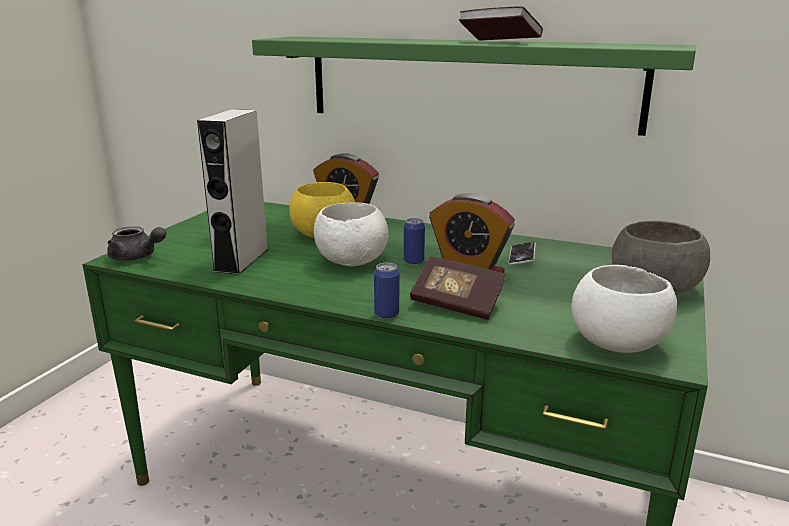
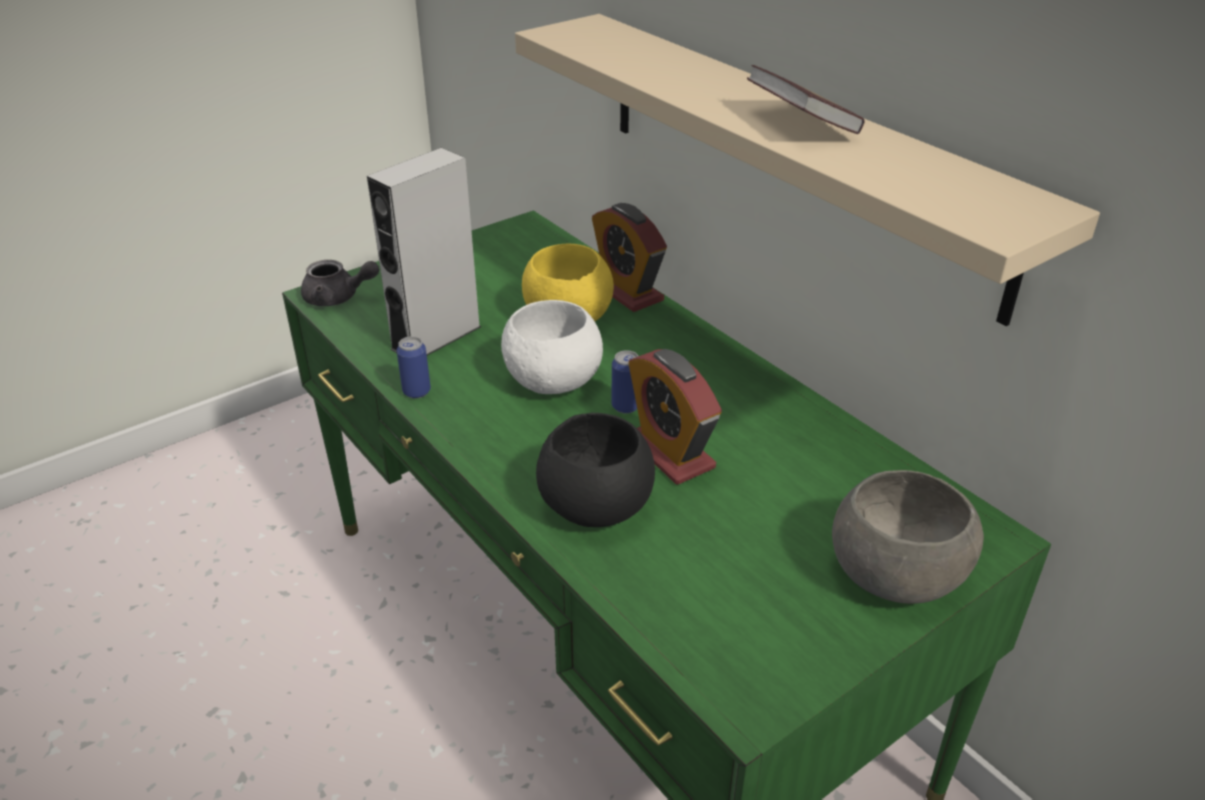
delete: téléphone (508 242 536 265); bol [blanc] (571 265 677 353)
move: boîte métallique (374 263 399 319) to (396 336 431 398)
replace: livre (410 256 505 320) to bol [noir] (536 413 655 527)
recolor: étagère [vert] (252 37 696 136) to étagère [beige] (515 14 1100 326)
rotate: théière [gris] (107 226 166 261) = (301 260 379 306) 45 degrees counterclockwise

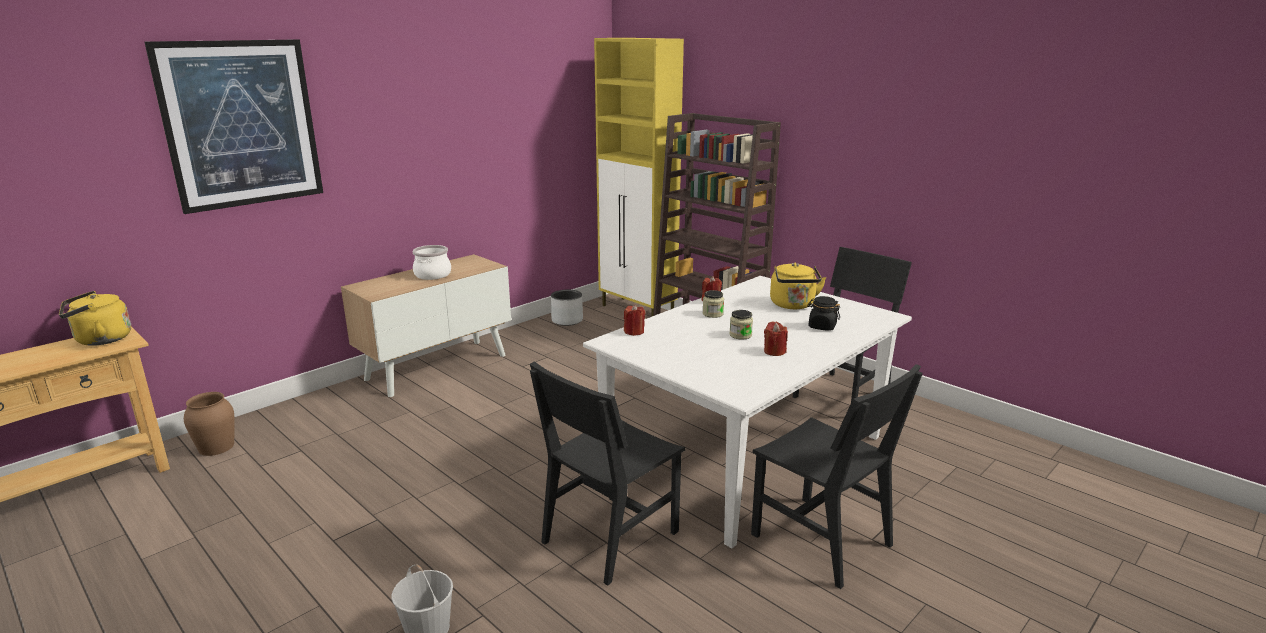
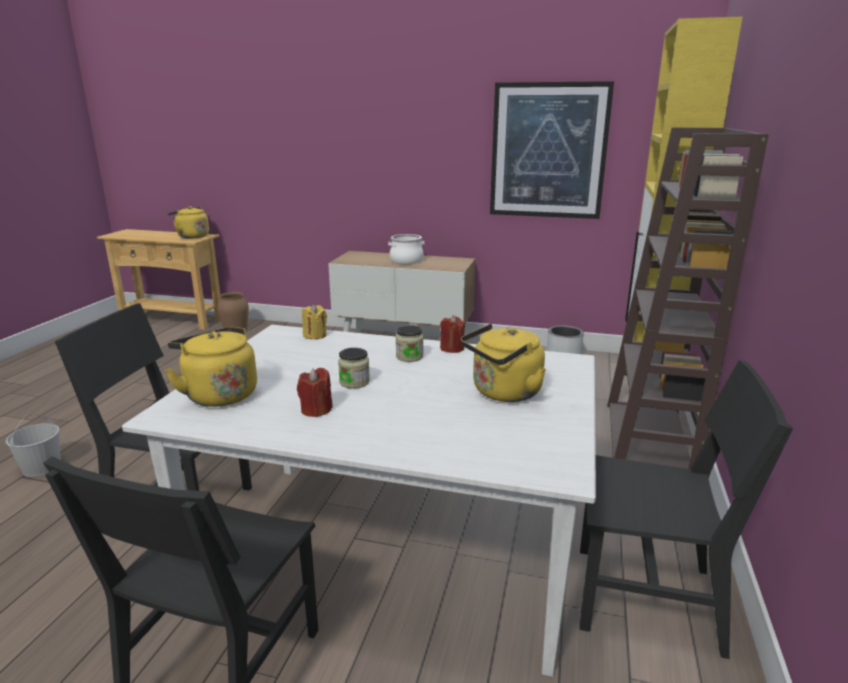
delete: bocal [noir] (807 296 840 331)
insert: bouilloire [jaune] (165 327 257 407)
move: tableau (144 39 323 214) to (490 81 614 219)
recolor: bougie [rouge] (624 304 646 336) to bougie [jaune] (302 304 327 339)

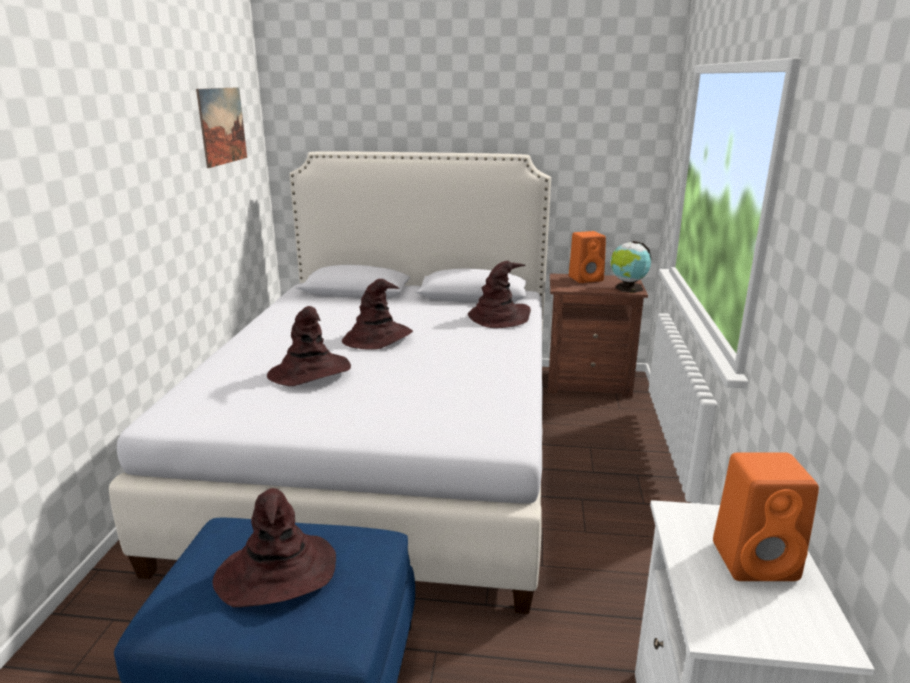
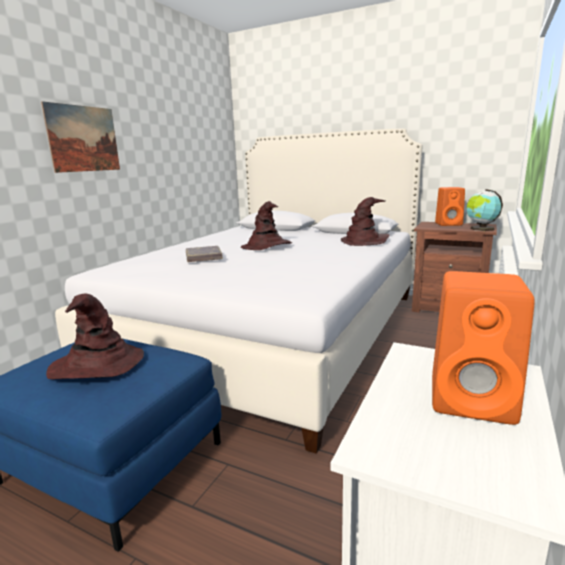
move: tableau (196 87 247 168) to (41 101 120 173)
replace: chapeau [marron] (267 306 351 386) to livre [gris] (186 246 223 262)

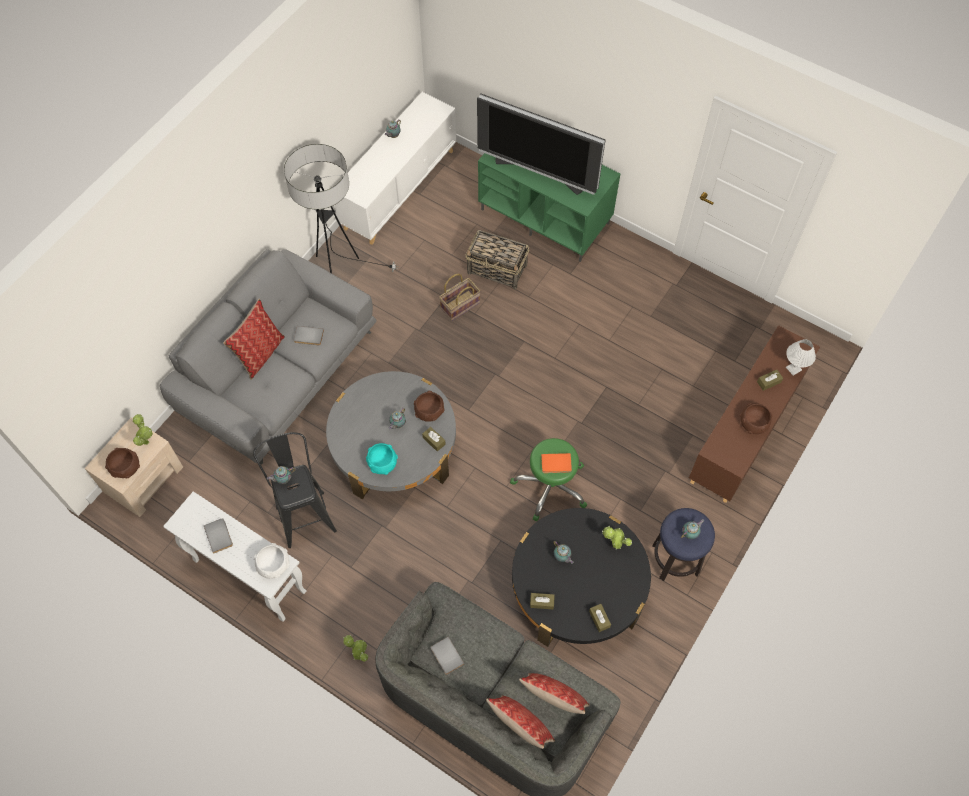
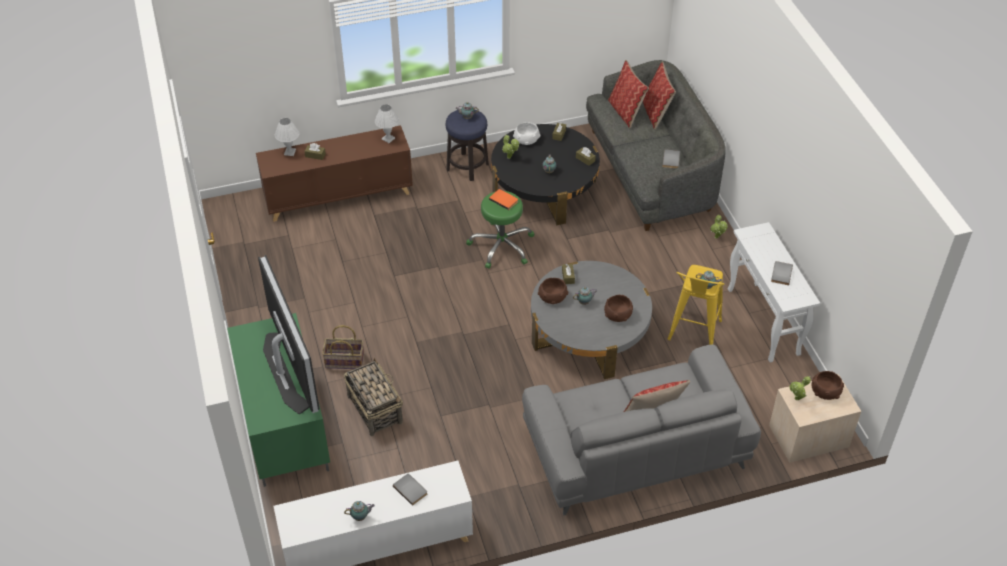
delete: lampadaire (284 144 399 274); bol [turquoise] (366 443 398 475)
insert: lampe de table [blanc] (375 104 399 143)
move: panier (439 273 481 321) to (322 325 364 369); livre [gris] (294 326 324 345) to (393 474 427 506); bol [blanc] (254 543 290 579) to (513 123 540 145); bol [marron] (740 403 773 434) to (604 295 633 322)
recolor: tabouret [noir] (253 432 337 548) to tabouret [jaune] (668 265 724 345)

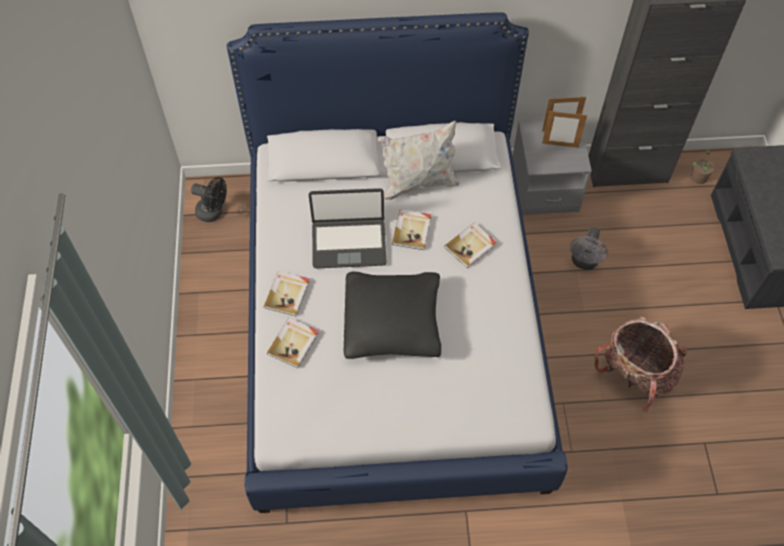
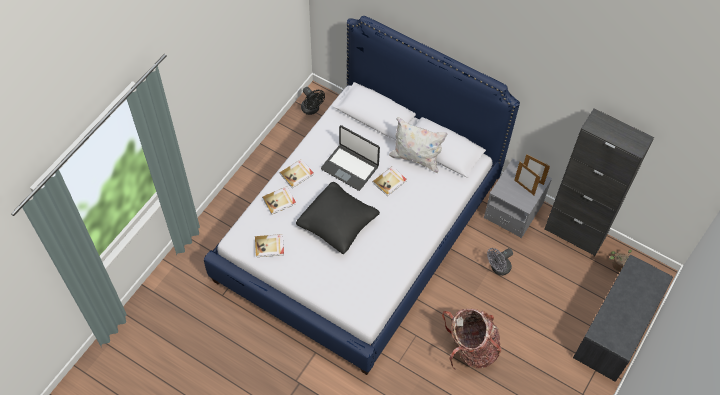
move: livre (444 223 497 268) to (255 234 284 257)

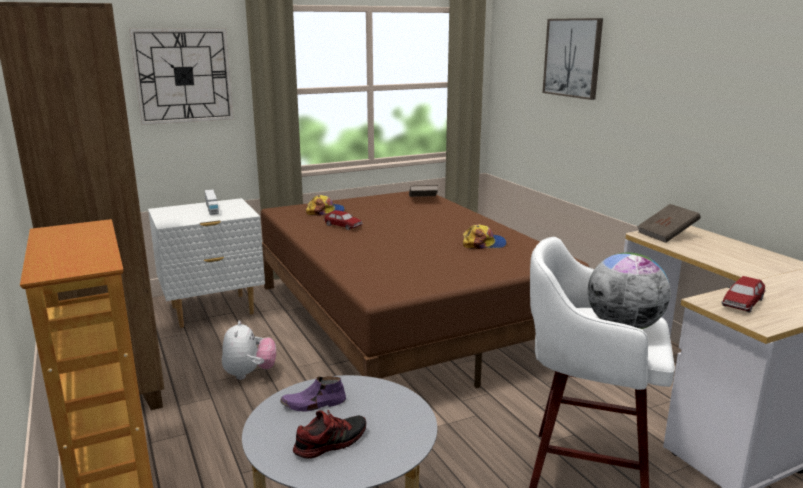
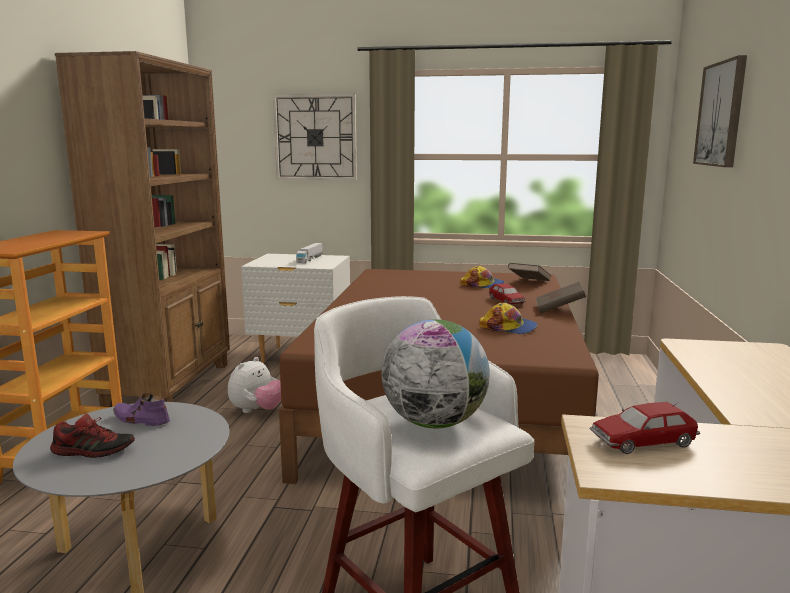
move: casquette (306 195 345 216) to (460 266 505 289); petite voiture (324 210 363 230) to (489 283 526 304); livre [marron] (637 204 700 243) to (536 282 586 314)

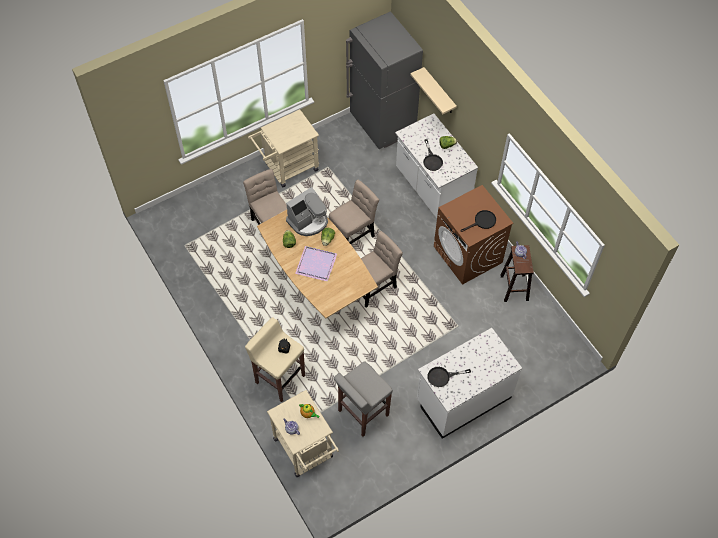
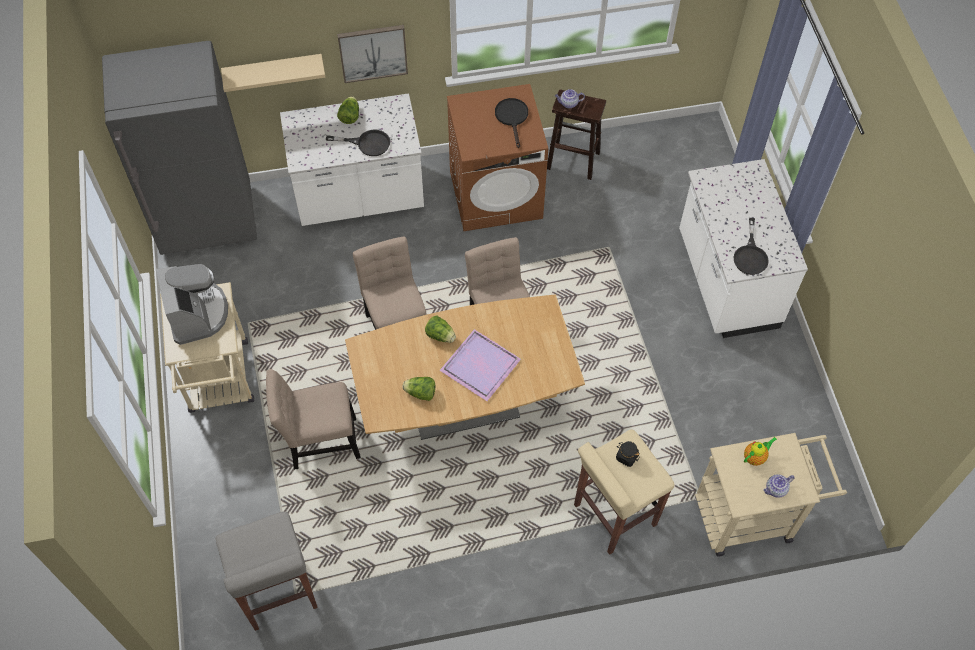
insert: tableau (337 25 408 83)
move: machine à café (286 187 328 236) to (156 264 228 345); tabouret [gris] (334 361 393 437) to (215 512 318 631)

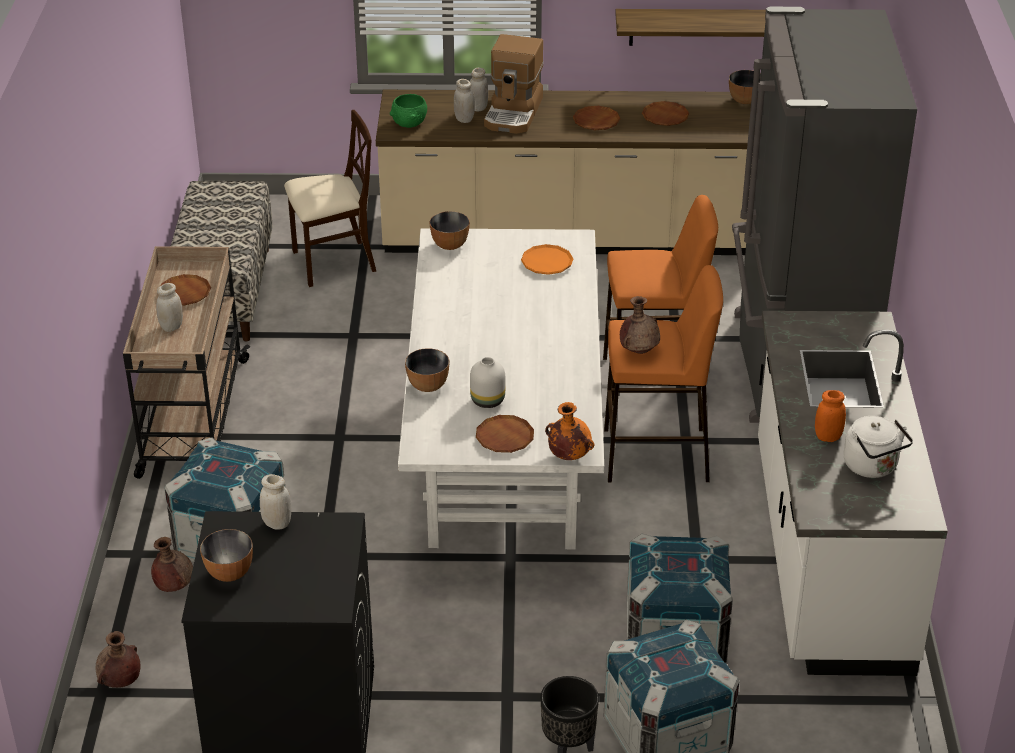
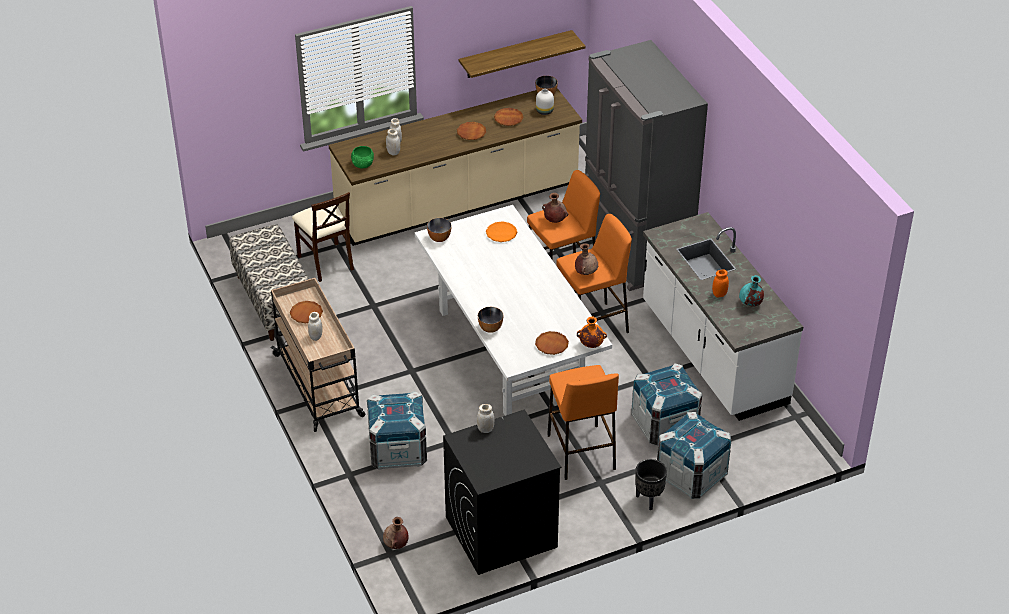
delete: bol (200 529 253 582); machine à café (484 34 544 134)
insert: tabouret [orange] (547 365 619 480)
move: vase [blanc] (470 357 505 408) to (536 89 554 115); vase [marron] (151 537 193 592) to (542 193 568 223)
replace: bouilloire [blanc] (843 416 913 478) to vase [turquoise] (739 275 764 306)
rotate: chaise [beige] (284 110 376 287) = (292 192 354 282) 105 degrees clockwise

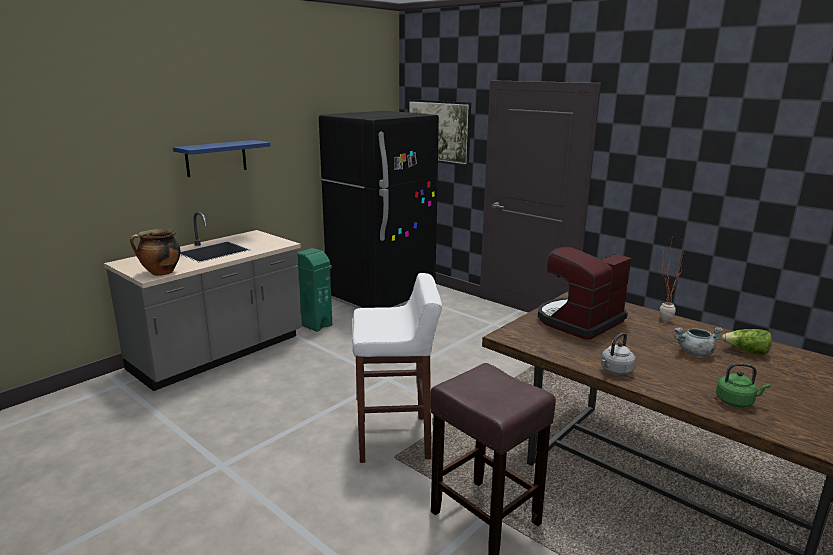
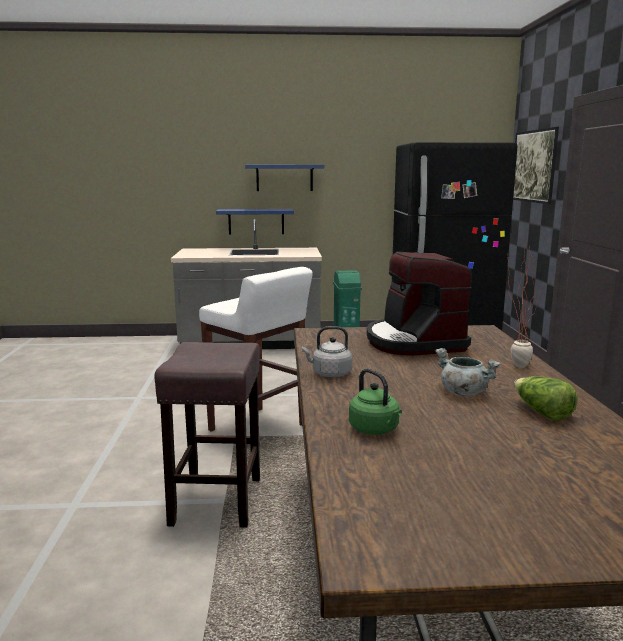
delete: marmite (130 229 180 276)
insert: étagère [bleu] (216 209 294 235)
rotate: machine à café (538 247 632 340) = (367 251 471 356) 105 degrees counterclockwise

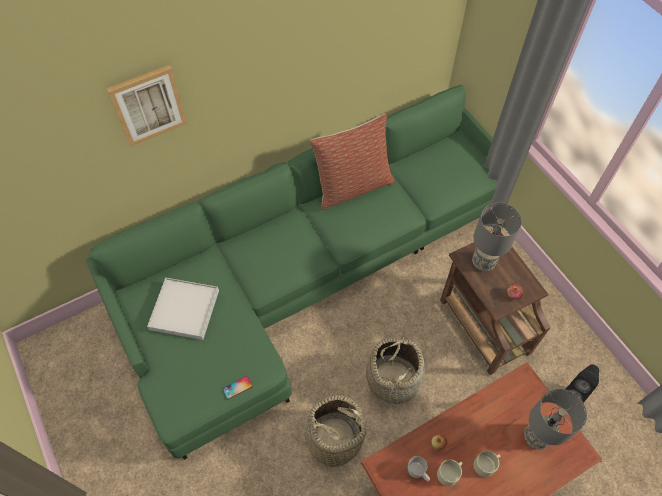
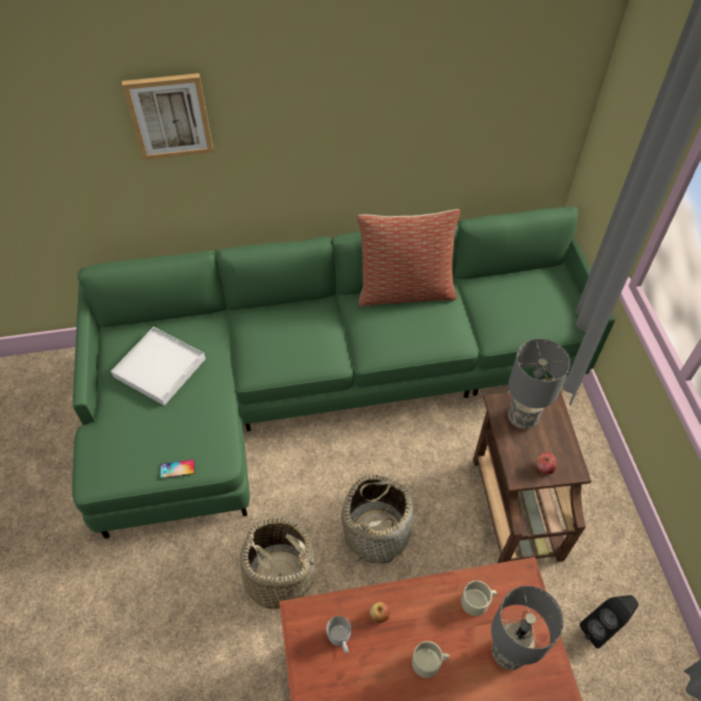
move: mug [beige] (437 459 463 486) to (461 581 497 616)

